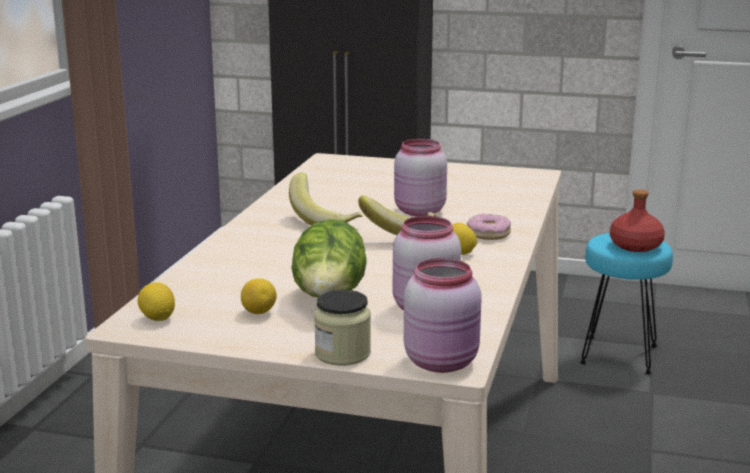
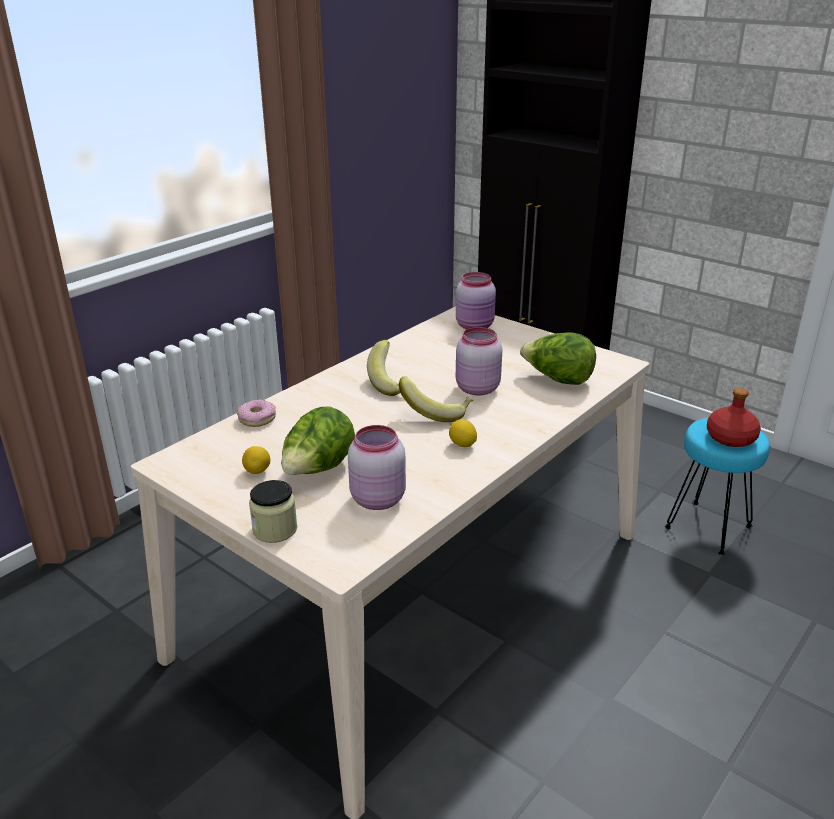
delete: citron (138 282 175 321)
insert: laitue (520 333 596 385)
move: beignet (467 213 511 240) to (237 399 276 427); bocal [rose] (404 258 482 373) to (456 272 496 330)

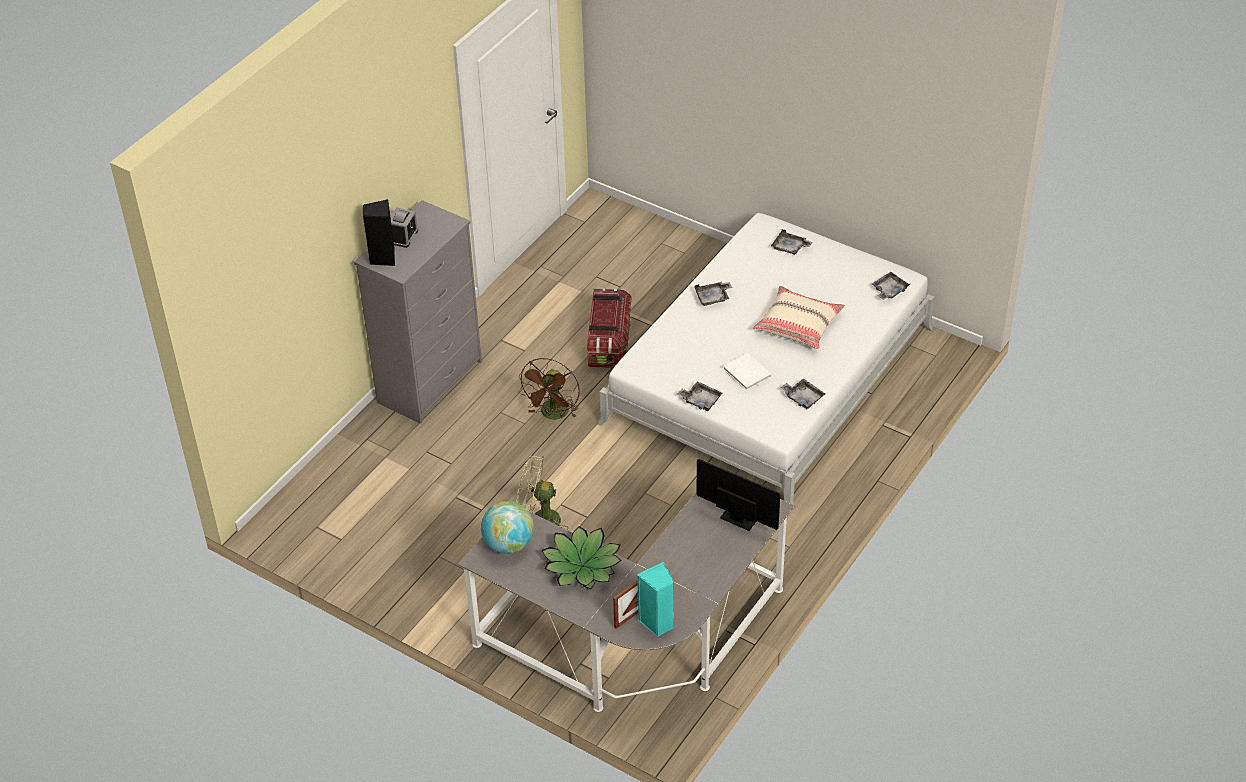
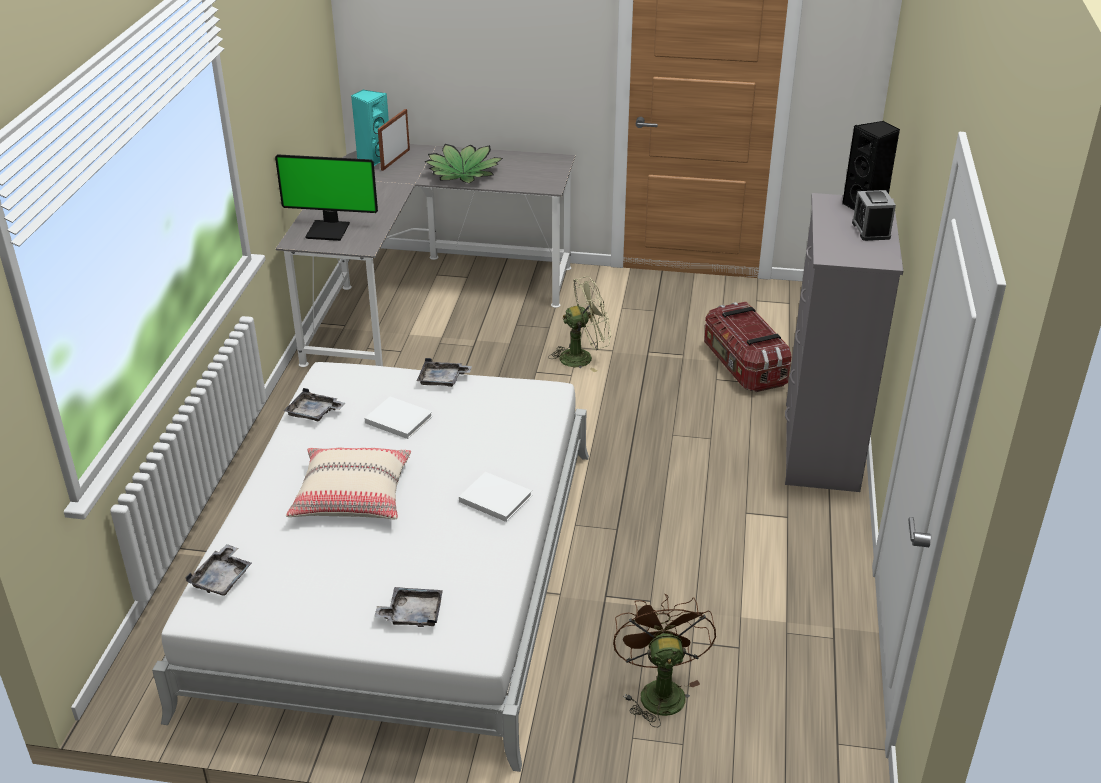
delete: globe (481 501 534 554)
move: ventilateur [marron] (518 358 580 420) to (613 594 716 727); boîte de rangement (587 288 632 368) to (704 302 792 392)
replace: plateau [gris] (695 282 732 306) to livre [blanc] (459 472 532 522)

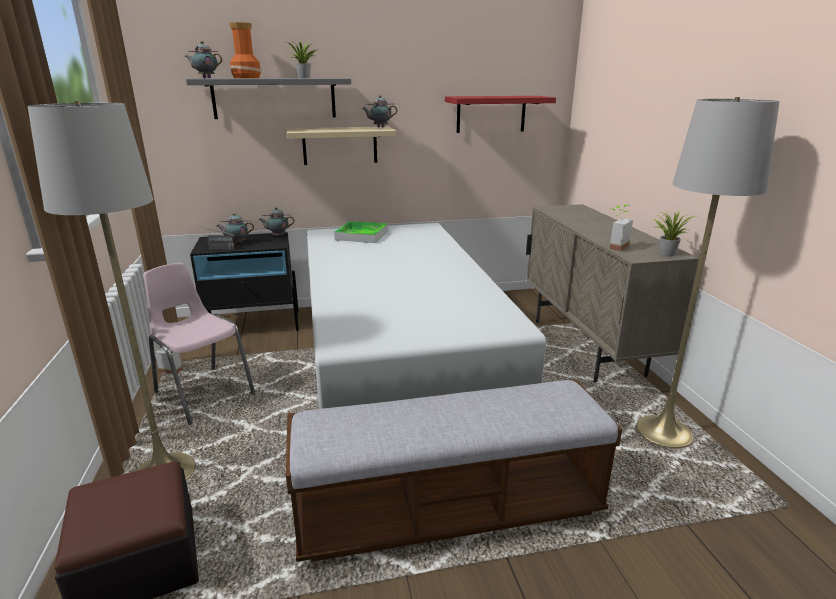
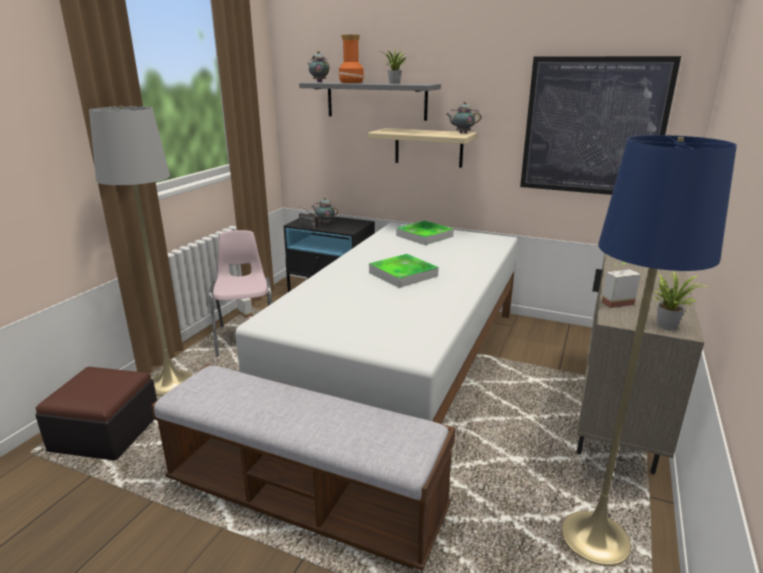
delete: théière (258 207 295 236)
insert: plateau (369 254 439 288)
replace: étagère [rouge] (445 96 556 133) to tableau (520 56 681 195)
recolor: lampadaire [gris] (636 97 780 448) to lampadaire [bleu] (561 135 737 566)

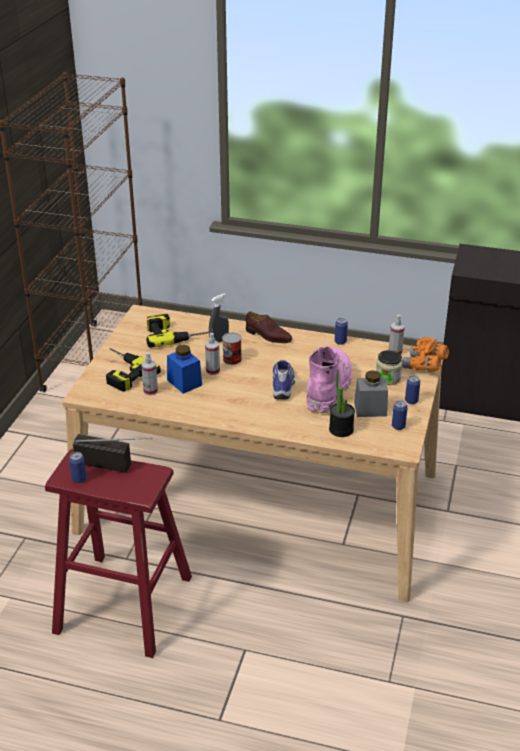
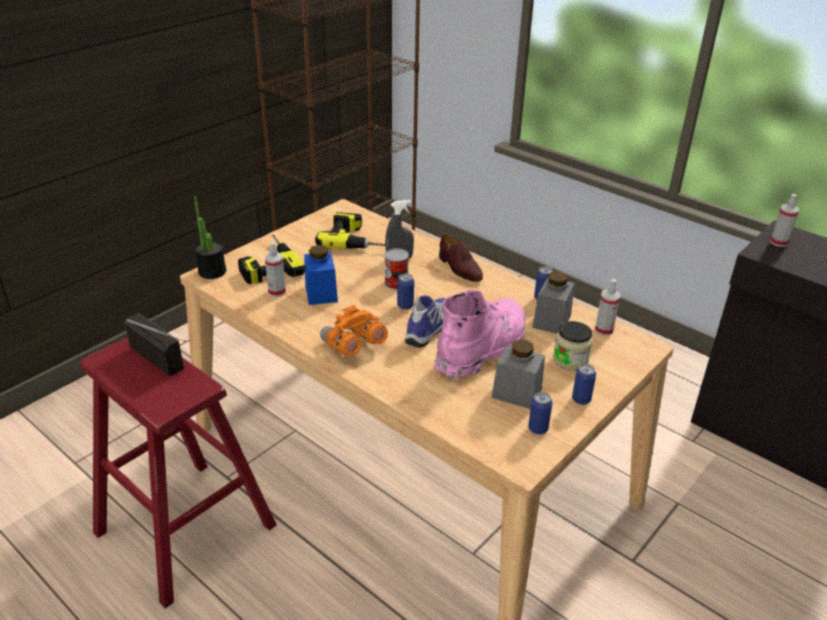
insert: bocal [gris] (532 271 575 334)
move: plante en pot (329 369 355 437) to (194 196 226 279); jumelles [orange] (402 336 449 372) to (320 305 388 356); boîte métallique (69 452 86 483) to (397 273 414 310); vaporisateur (205 333 220 375) to (770 194 799 247)

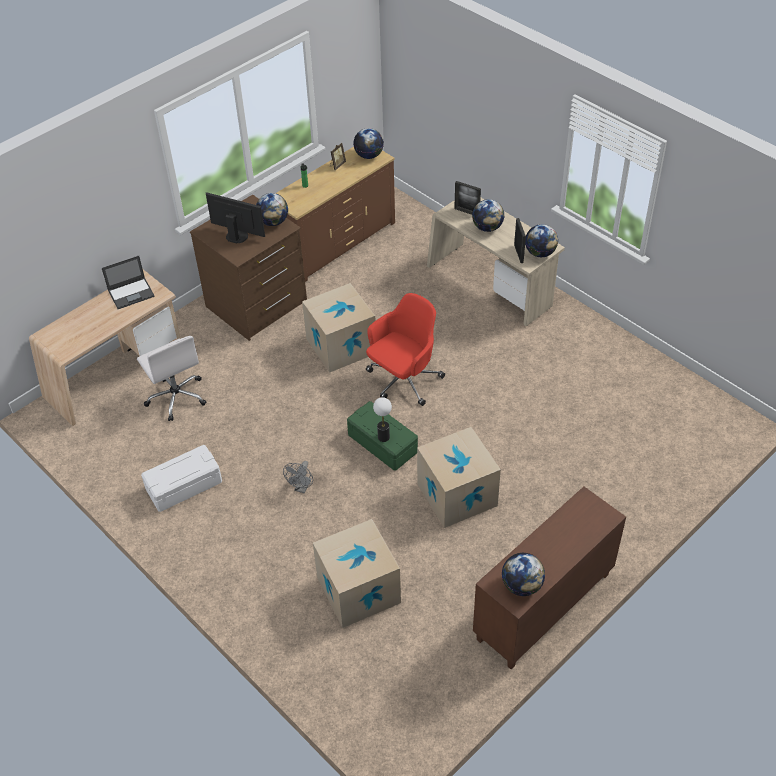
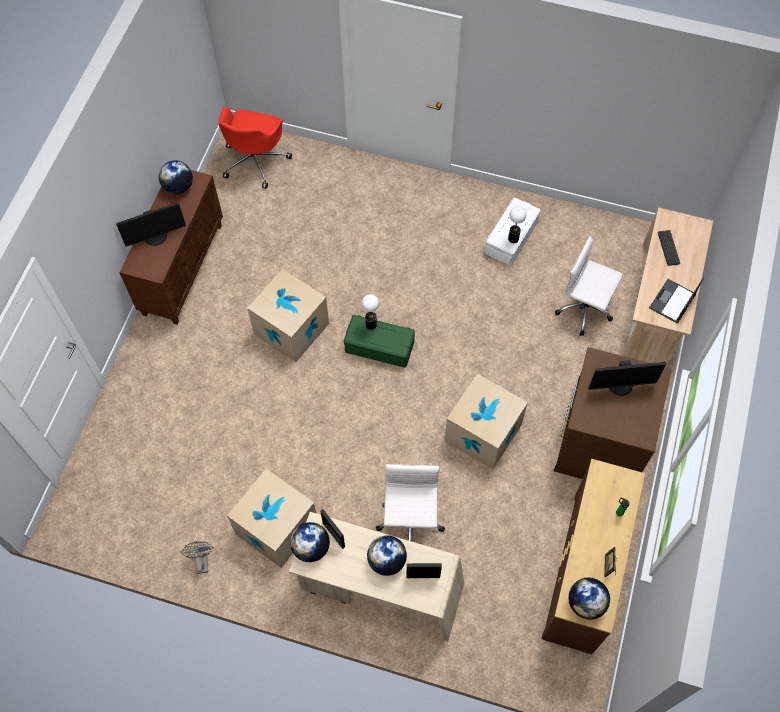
delete: globe (256 193 288 226)
insert: écran d'ordinateur (116 202 186 247); chaise de bureau [blanc] (376 464 445 542); lampe de table (508 206 526 243); clavier (658 230 680 266)
move: ventilateur [gris] (283 461 313 493) to (181 541 214 574); chaise de bureau [rouge] (366 293 445 406) to (218 107 292 189); carton (313 519 401 628) to (227 469 316 568)

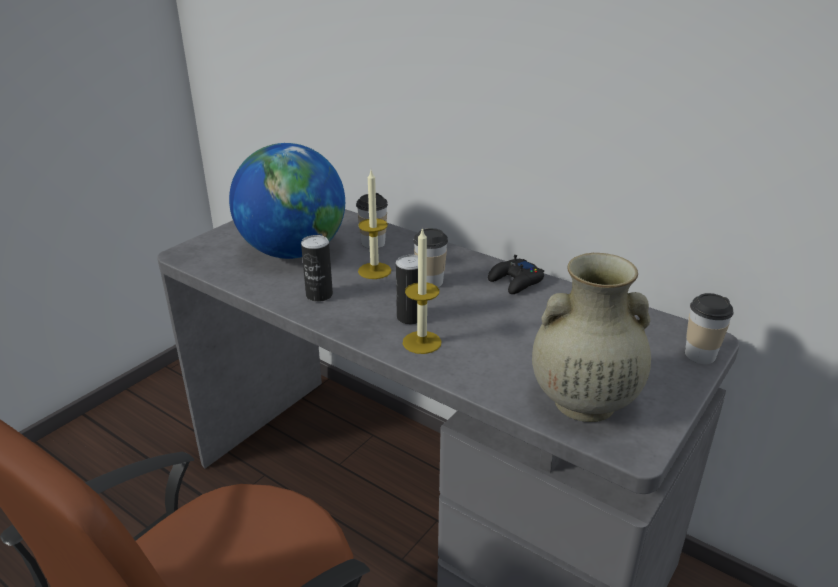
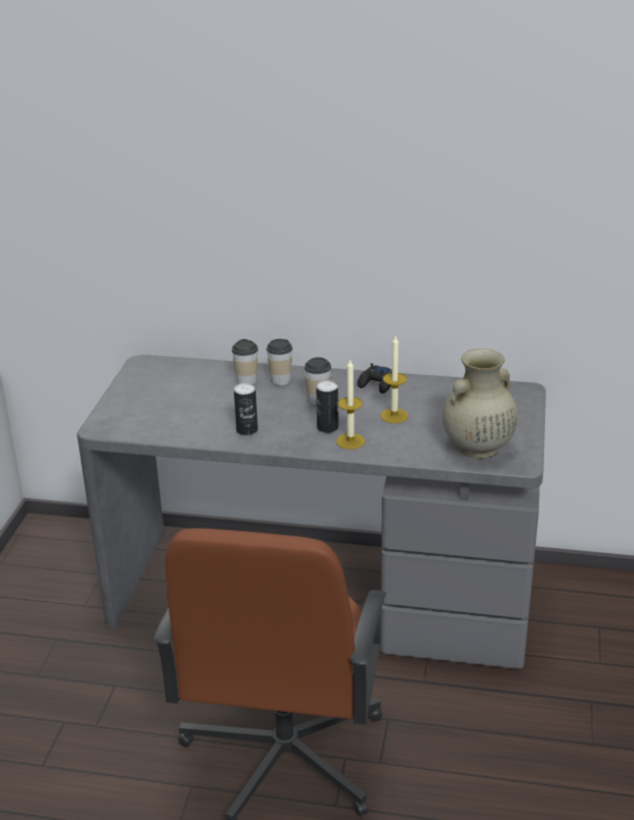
delete: globe (229 143 345 259)
move: tasse (685 293 733 364) to (266 339 293 385); bougie (358 170 391 279) to (381 335 408 423)

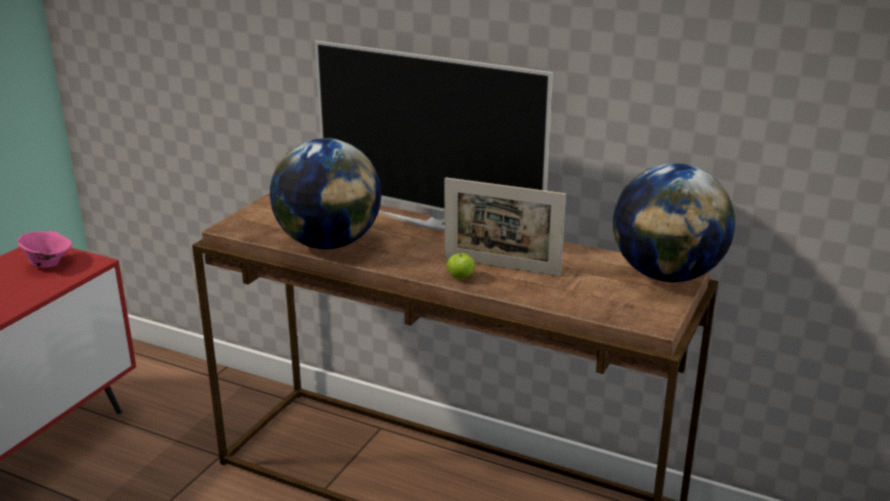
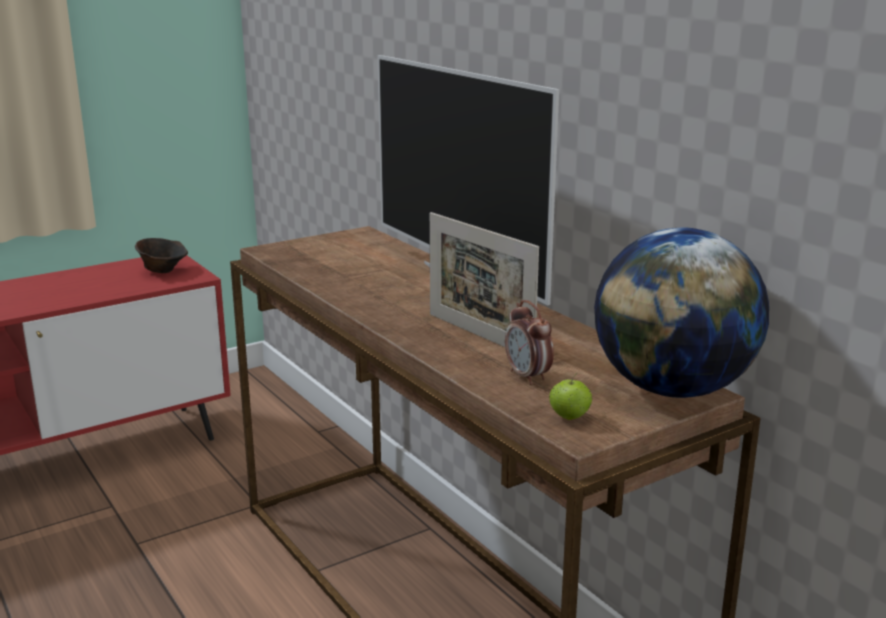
delete: globe (270 138 381 249)
insert: réveil (505 300 554 385)
move: pomme (447 248 475 280) to (549 373 592 420)
recolor: bol [rose] (17 231 72 268) to bol [marron] (135 238 188 273)

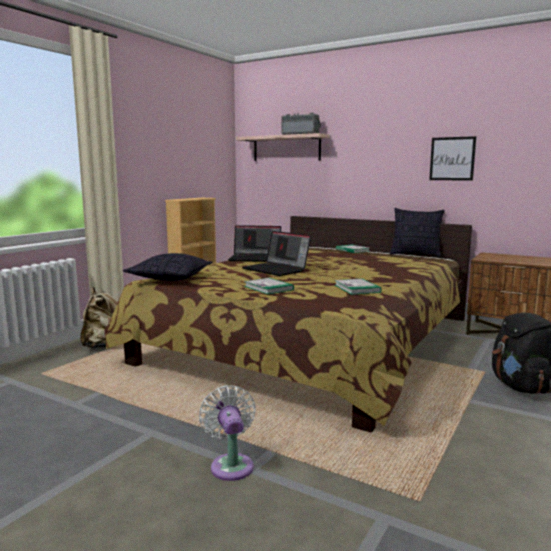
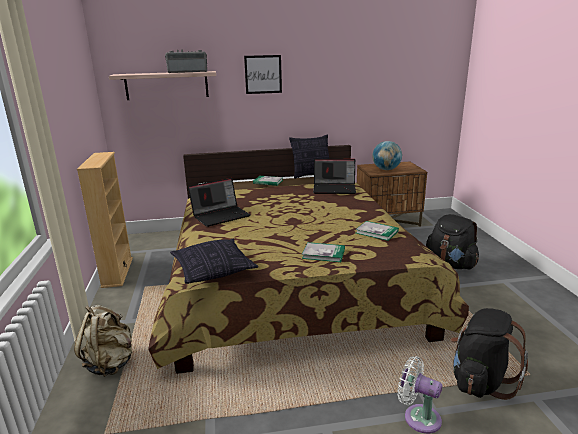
insert: globe (372 141 402 170); sac à dos [noir] (451 308 528 400)
move: tableau (429 136 476 181) to (244 55 282 94); ordinateur portable (242 231 311 276) to (313 159 356 194)

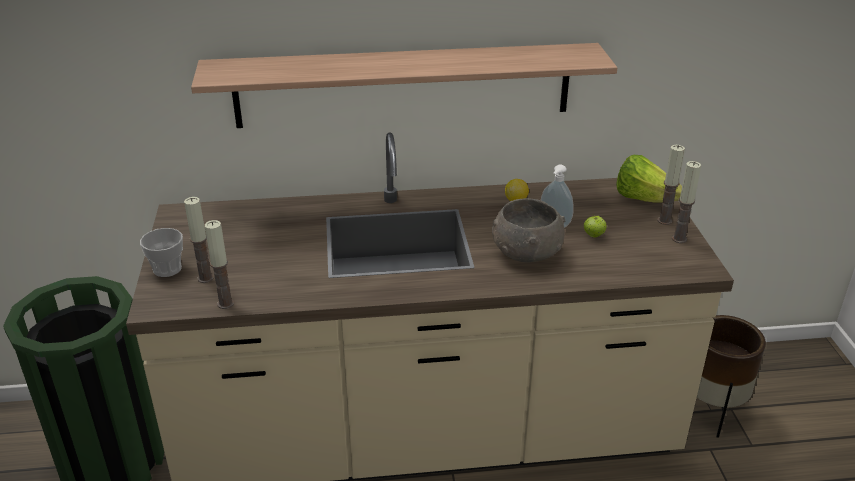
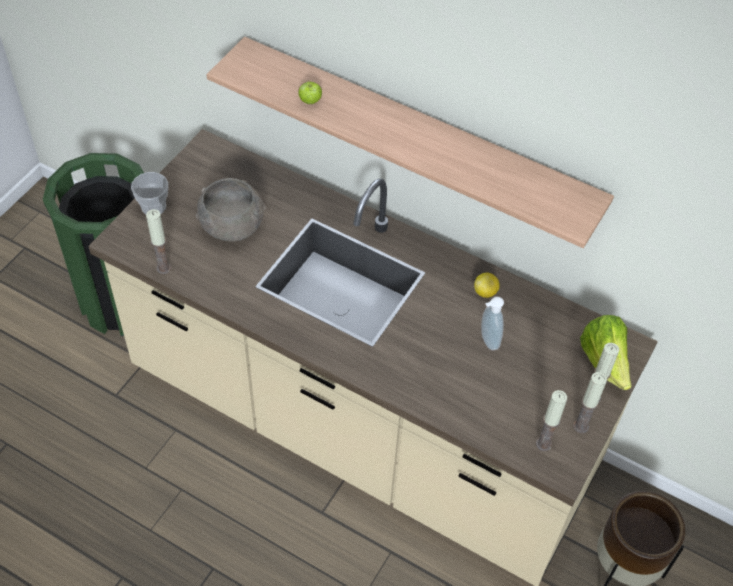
move: bol [gris] (492 198 565 263) to (196 178 265 241); pomme (584 214 607 238) to (298 80 322 104); bougie (184 197 214 283) to (536 390 567 451)

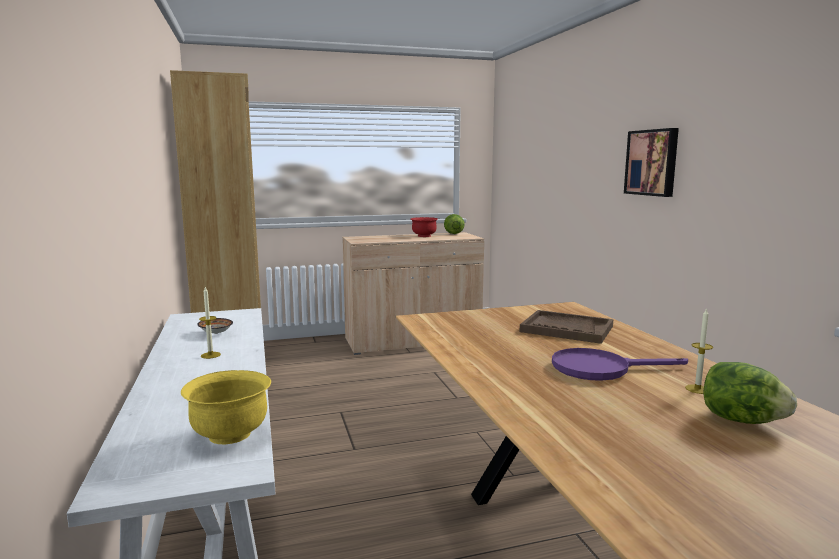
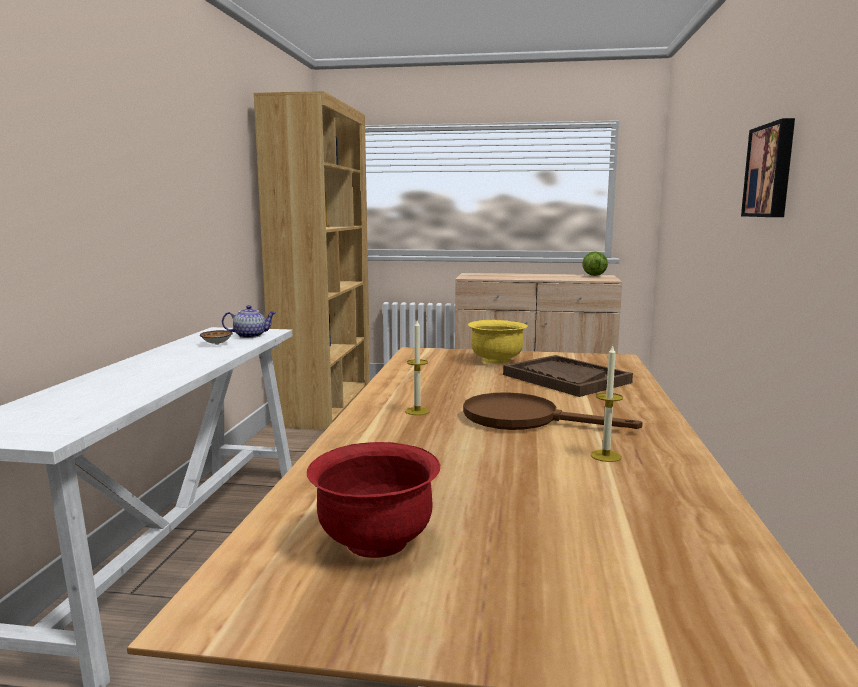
delete: laitue (704 362 797 424)
insert: théière (222 305 276 338)
move: bol [rouge] (411 217 438 237) to (307 442 440 558); bougie (199 287 221 359) to (405 320 430 415); bol [jaune] (181 370 271 444) to (468 320 528 364)
recolor: poêle [violet] (552 348 688 381) to poêle [marron] (463 392 643 430)

